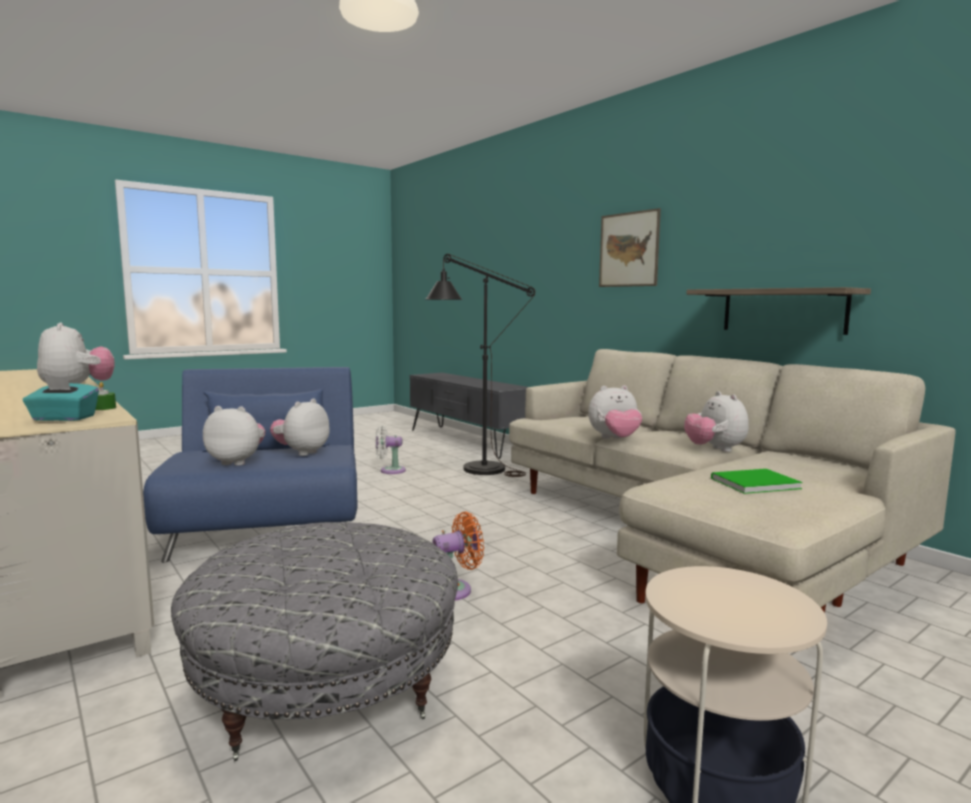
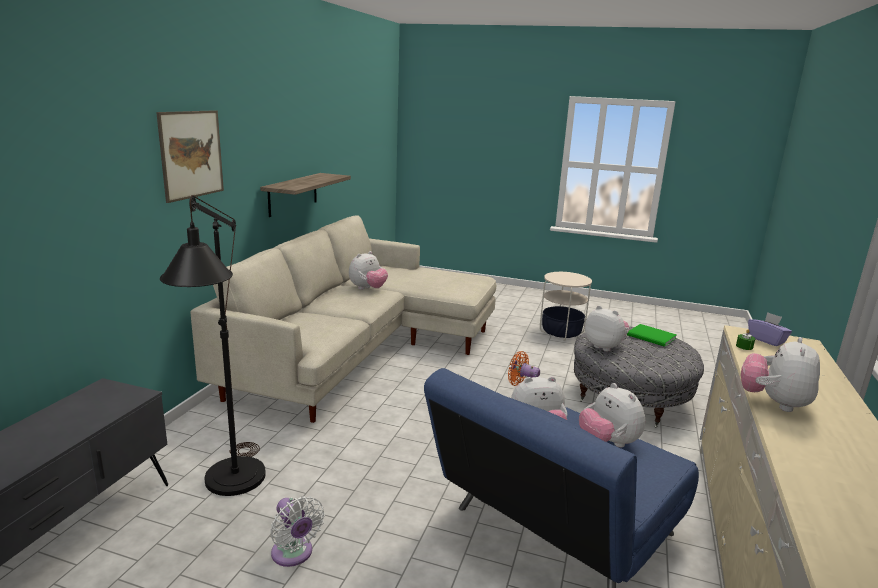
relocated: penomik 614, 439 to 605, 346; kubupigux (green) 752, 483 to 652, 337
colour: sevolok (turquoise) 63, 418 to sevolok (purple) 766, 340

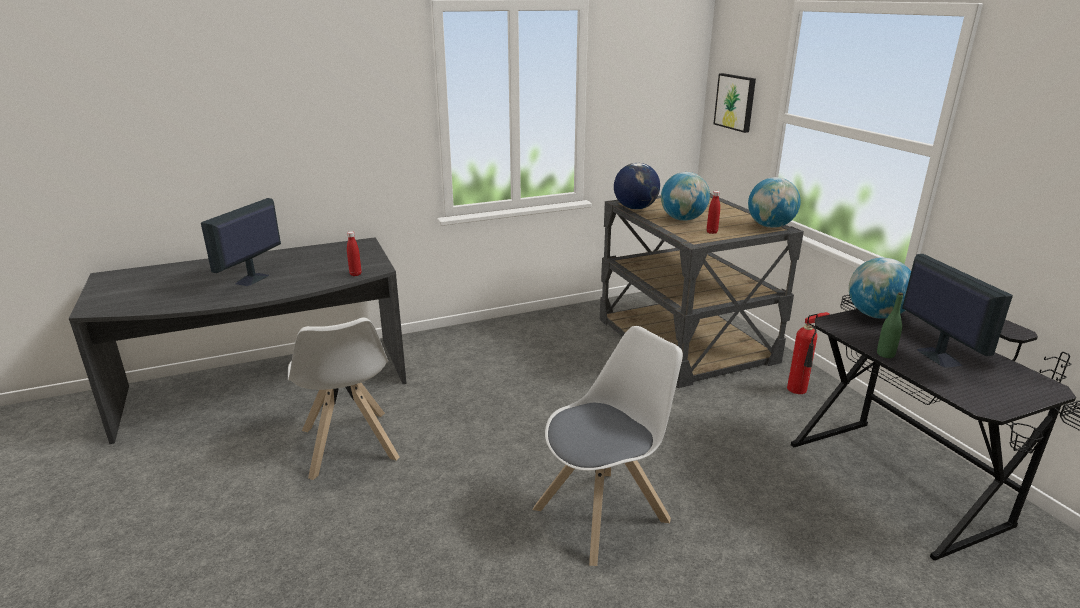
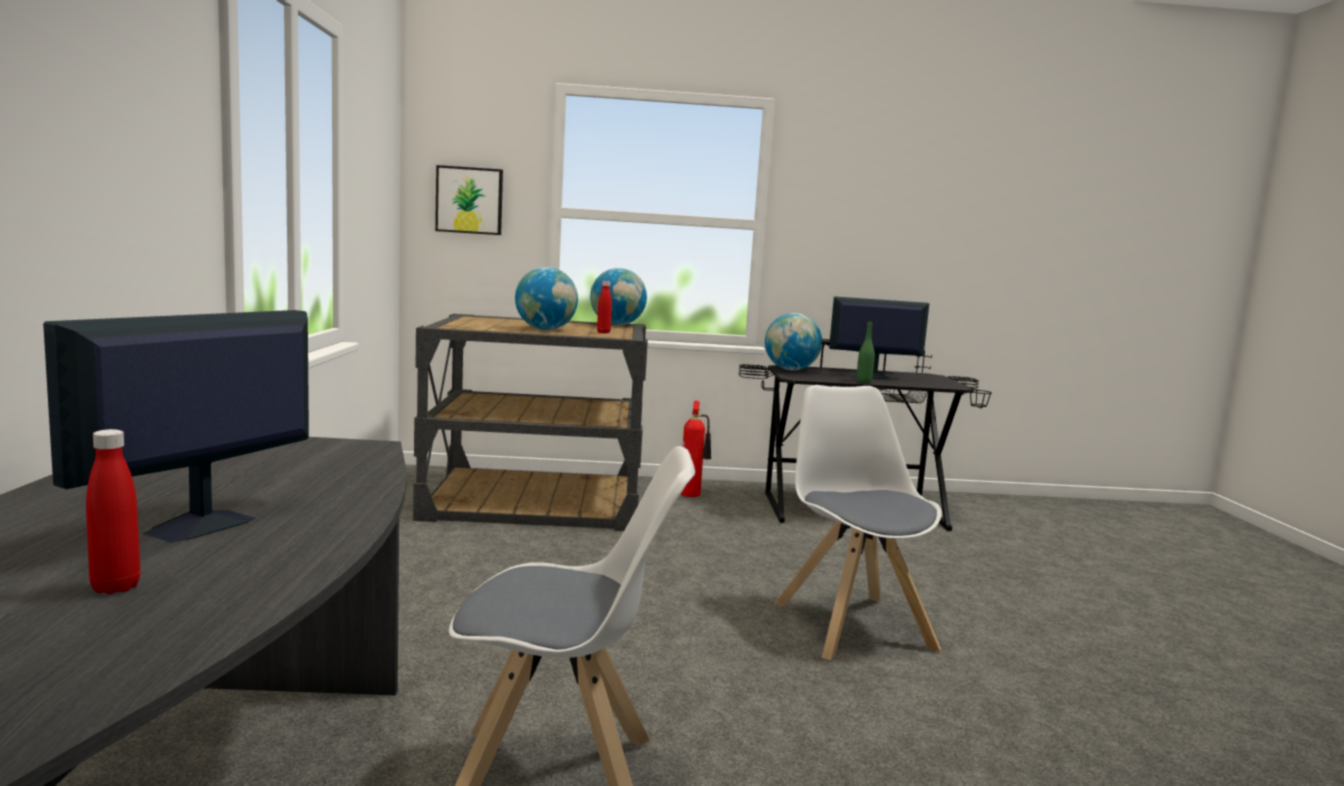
missing: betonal 635, 208
relocated: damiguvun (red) 355, 274 to 115, 587
spun: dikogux 252, 279 = 199, 526 75 degrees clockwise

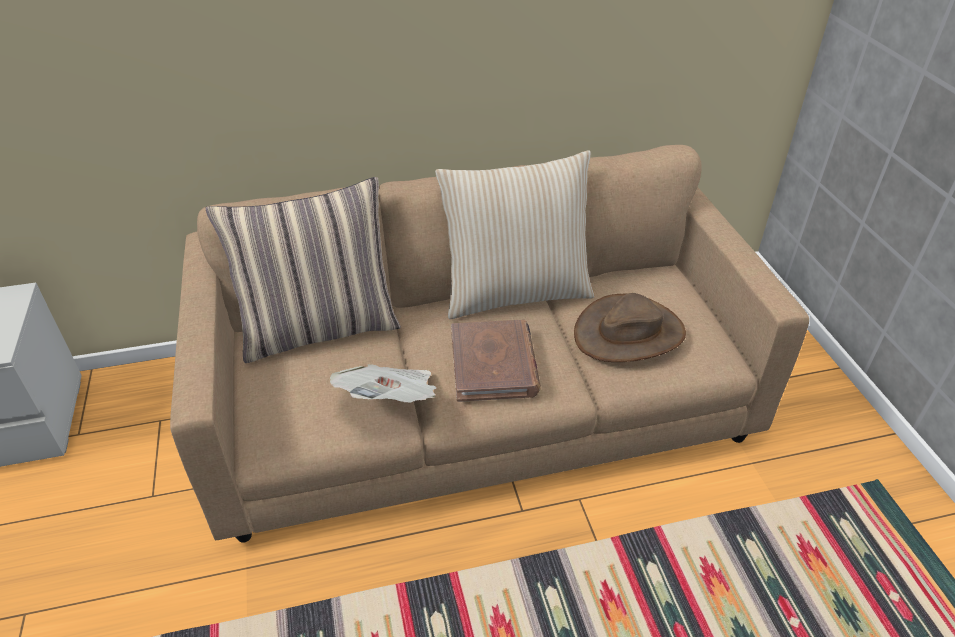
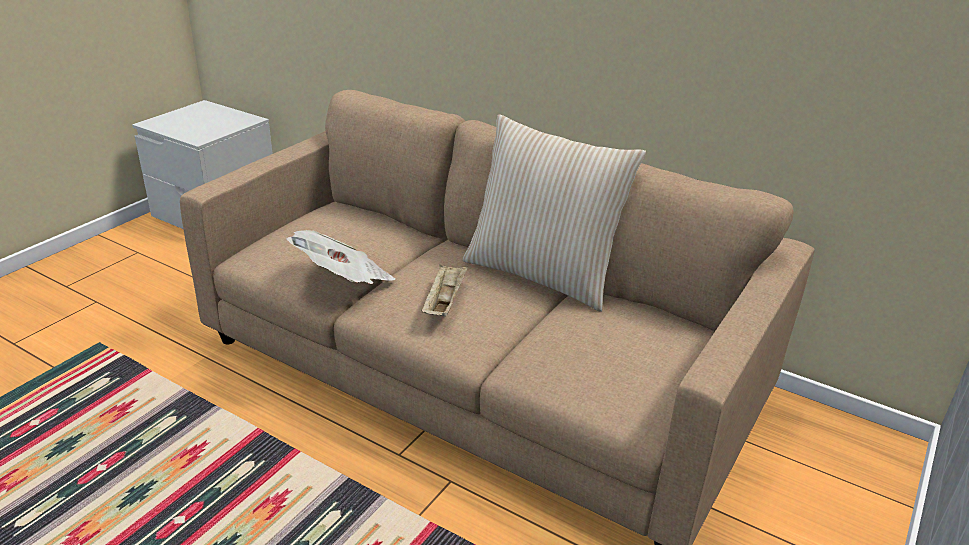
missing: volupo 320, 328; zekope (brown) 629, 333
exchanged: kubupigux (brown) 494, 364 to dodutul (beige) 444, 302

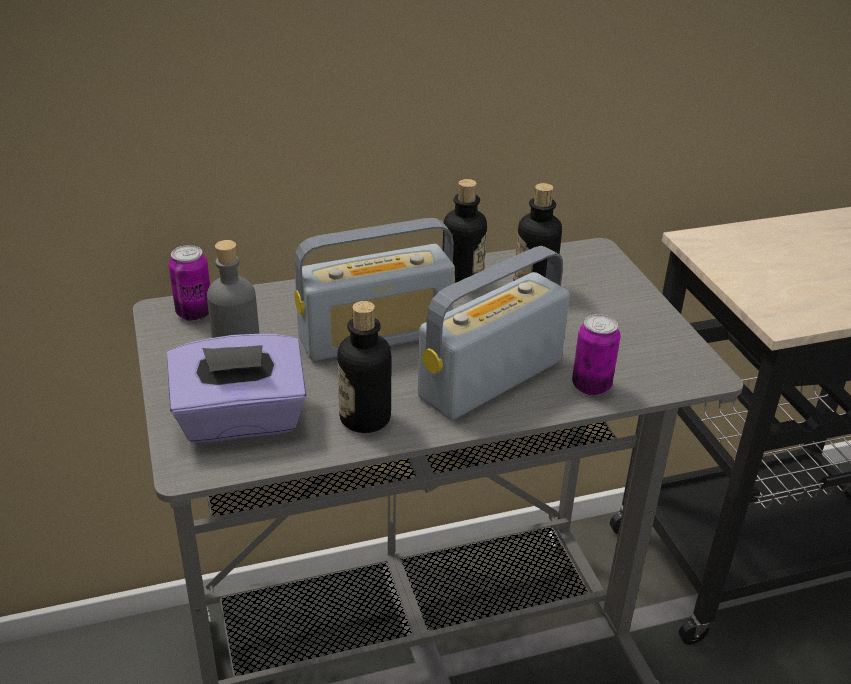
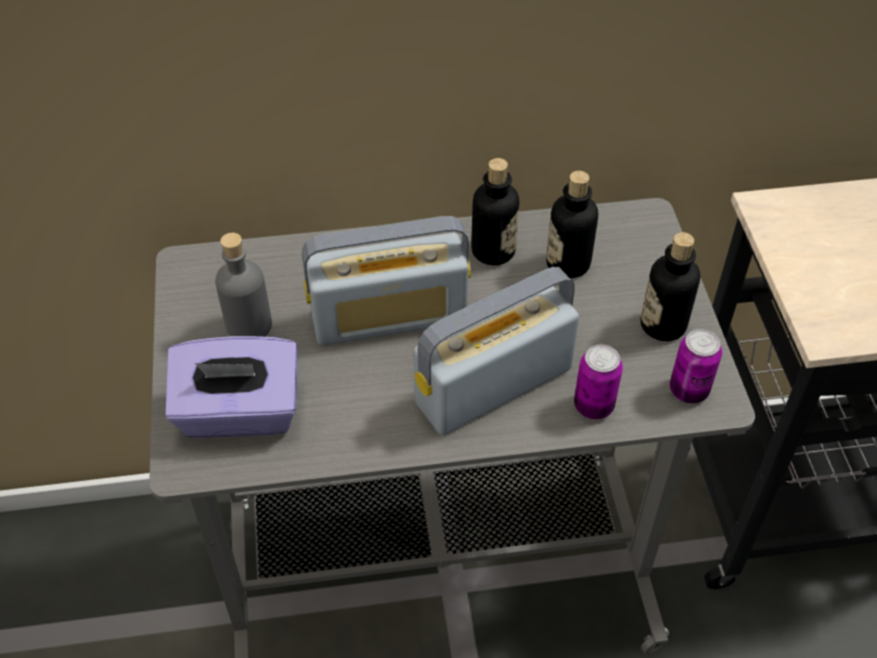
relocated: damiguvun 365, 418 to 663, 325; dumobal 194, 313 to 688, 390

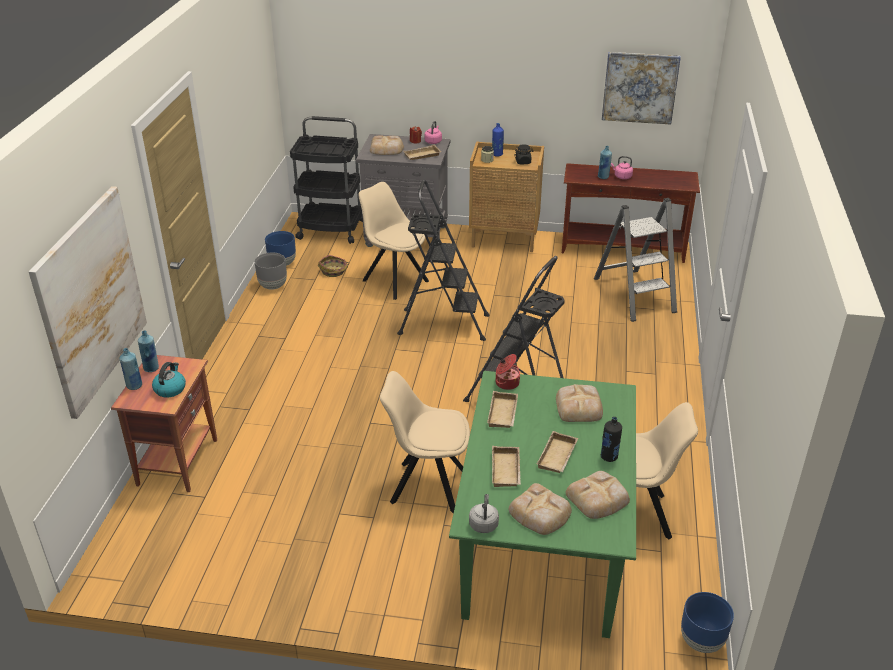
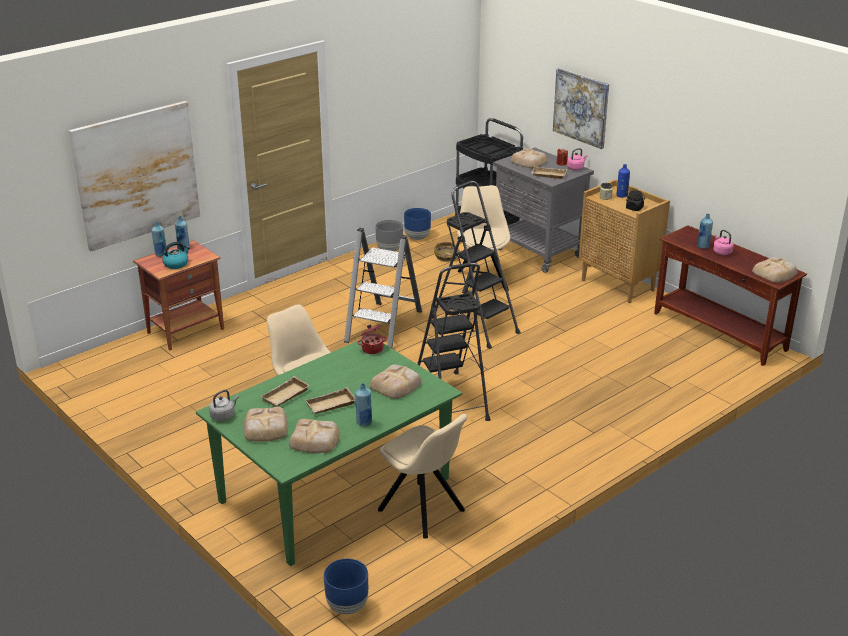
missing: dodutul (beige) 504, 414
appeared: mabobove 775, 273
relocated: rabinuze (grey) 633, 294 to 384, 325; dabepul 640, 87 to 581, 107
colour: damiguvun (black) 609, 457 to damiguvun (blue) 364, 422

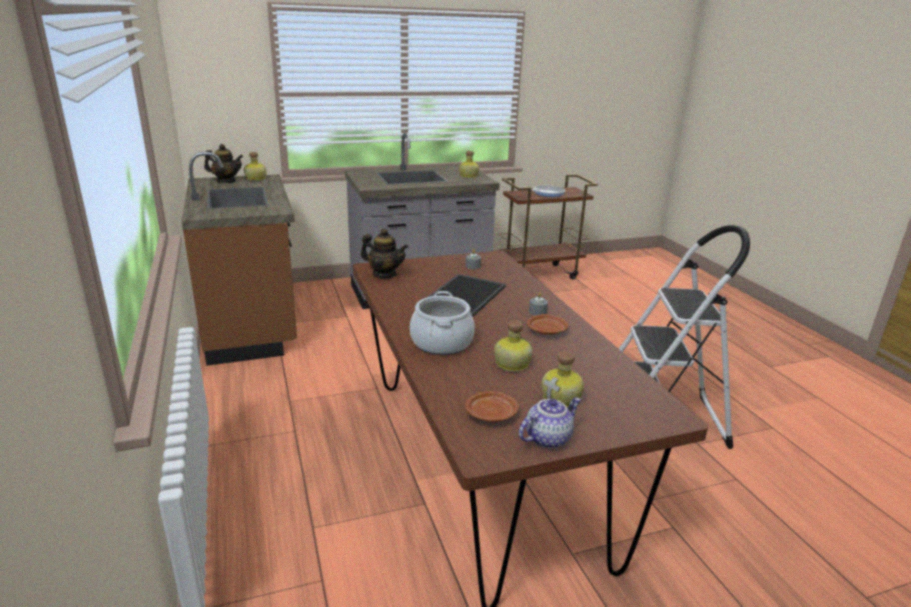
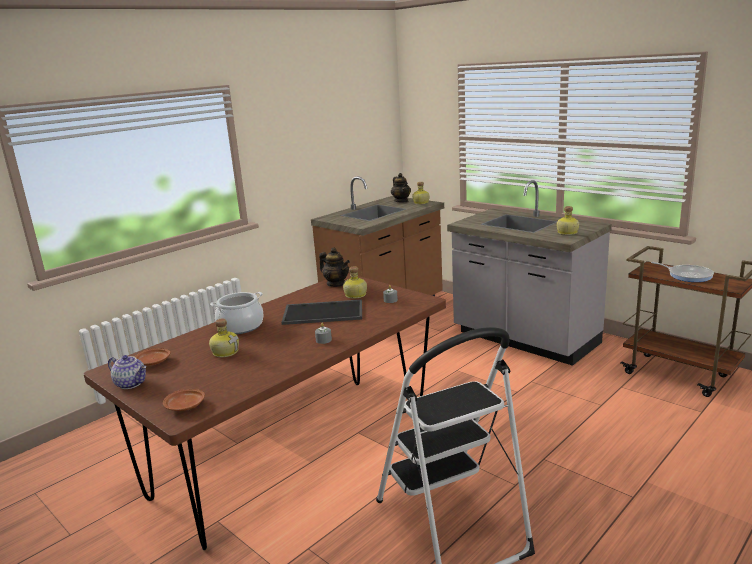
relocated: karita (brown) 547, 331 to 185, 406; damiguvun 562, 398 to 356, 295
spun: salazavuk 384, 274 = 336, 284 45 degrees counterclockwise

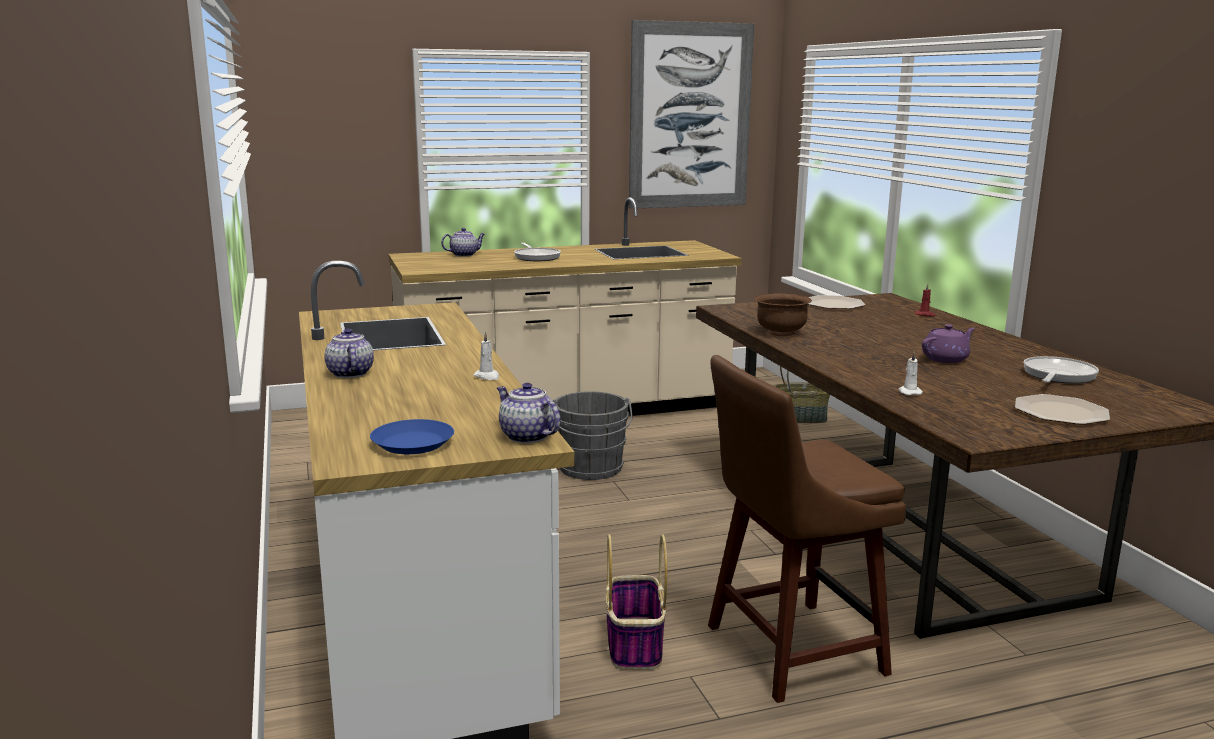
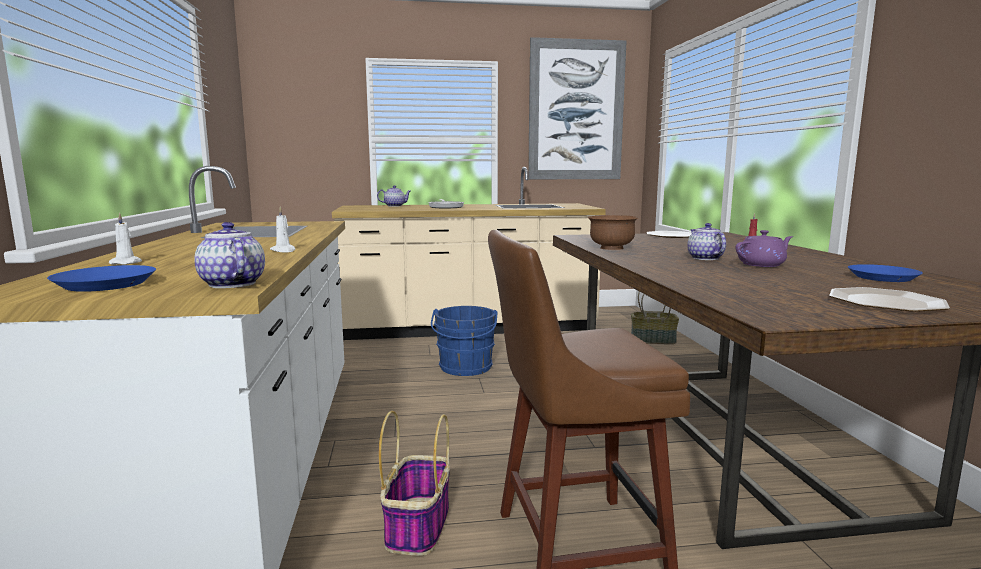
relocated: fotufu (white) 909, 392 to 127, 263; salazavuk 349, 373 to 704, 258
exchanged: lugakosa 1057, 376 to karita (blue) 882, 278
colour: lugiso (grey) 590, 469 to lugiso (blue) 465, 368

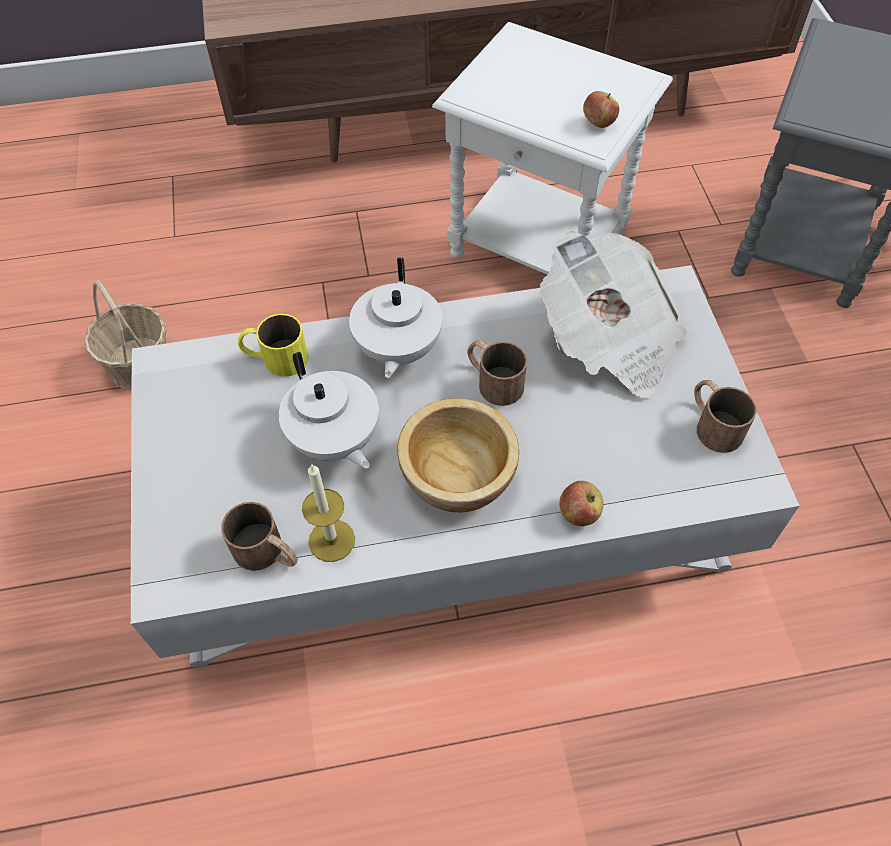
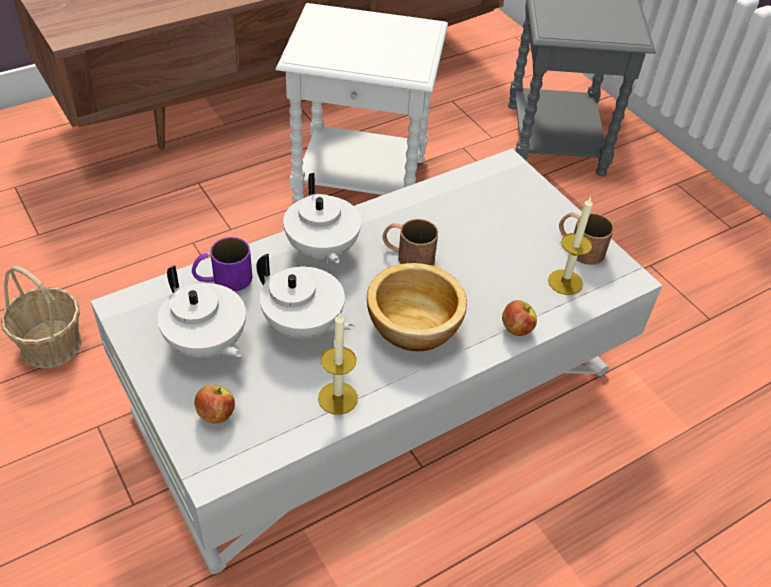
missing: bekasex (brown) 268, 553; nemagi 609, 340
appeared: salazavuk (white) 206, 345; fotufu 565, 282
relocated: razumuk 598, 123 to 216, 414
colour: bekasex (yellow) 275, 358 to bekasex (purple) 223, 279

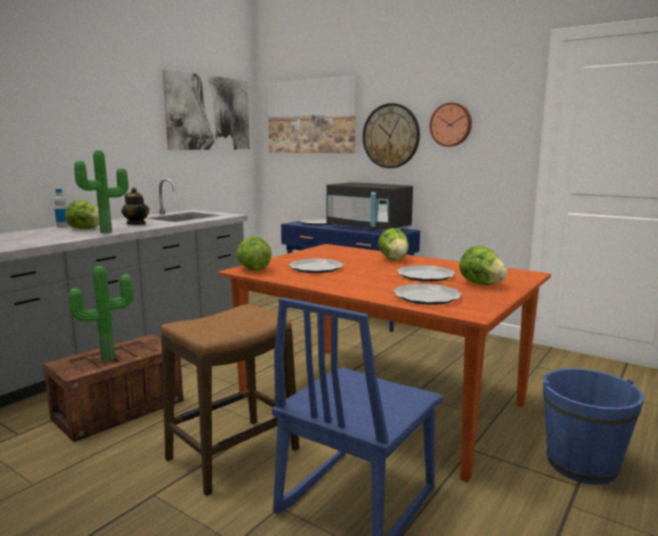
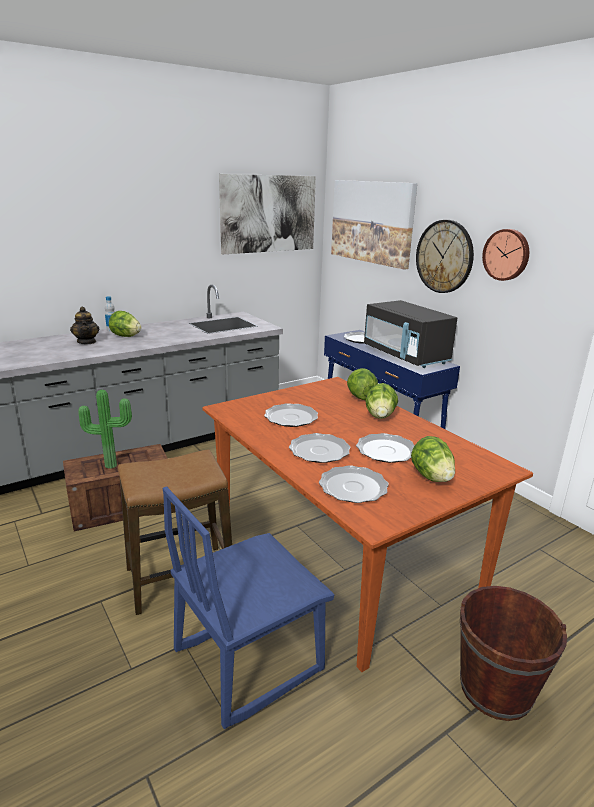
missing: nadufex 107, 232
appeared: karita 319, 450
relocated: salazavuk 136, 224 to 87, 342; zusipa 253, 269 to 360, 397
colour: lugiso (blue) 582, 464 to lugiso (brown) 495, 689

